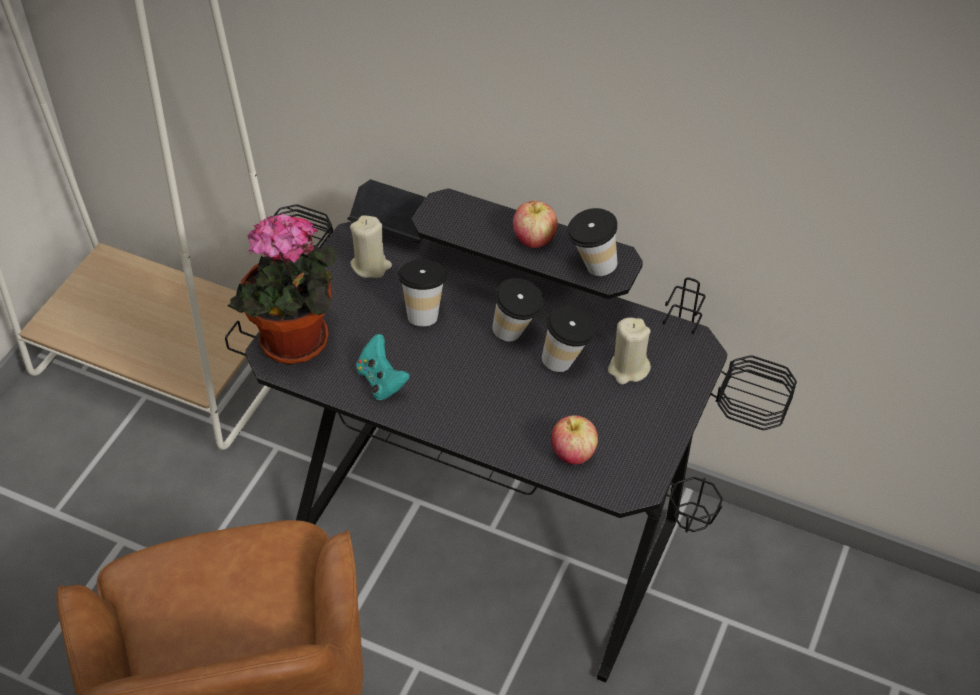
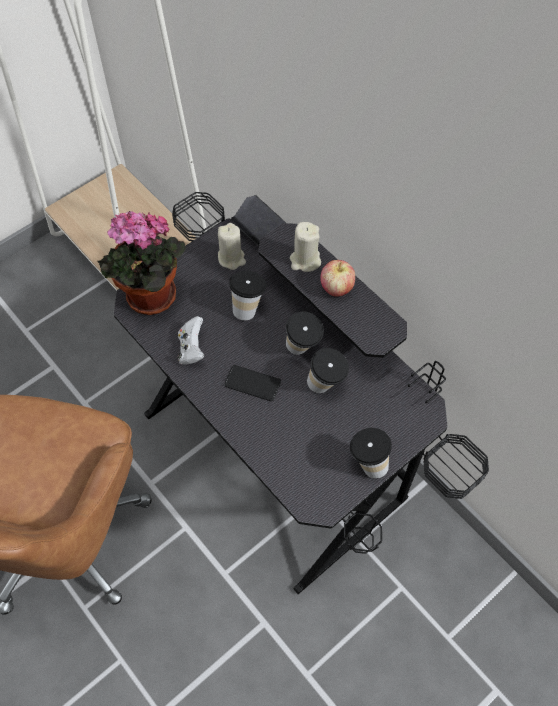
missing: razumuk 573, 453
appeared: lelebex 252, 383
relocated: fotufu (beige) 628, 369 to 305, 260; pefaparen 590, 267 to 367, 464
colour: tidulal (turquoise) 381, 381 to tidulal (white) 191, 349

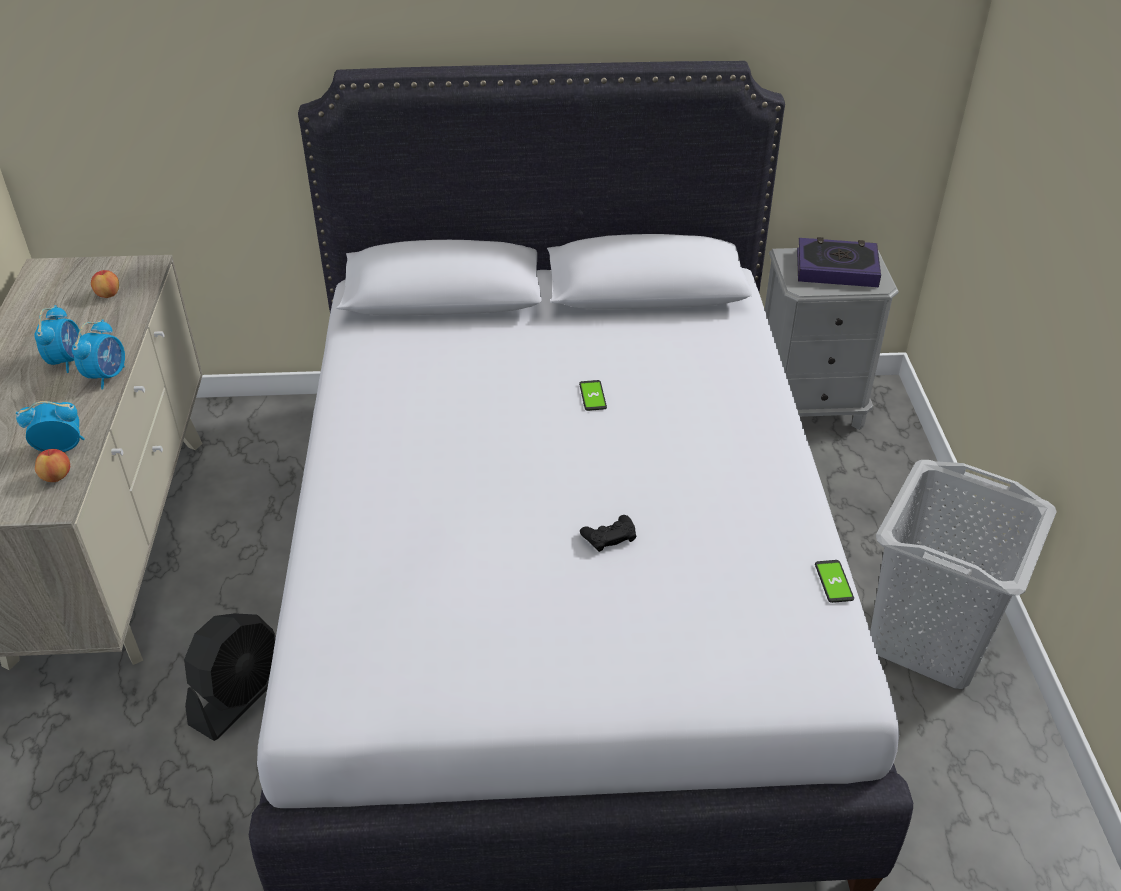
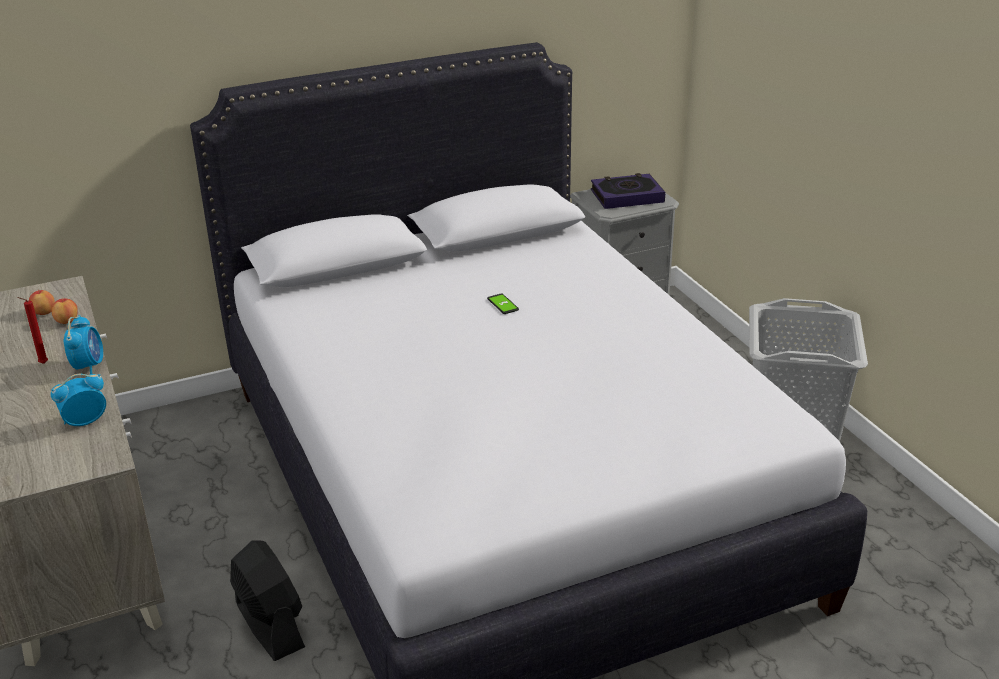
missing: tidulal (black) 609, 536; lelebex 833, 582
relocated: razumuk 56, 476 to 67, 321
exchanged: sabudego 67, 361 to fotufu (red) 42, 364
spun: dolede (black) 240, 696 = 270, 625 45 degrees counterclockwise

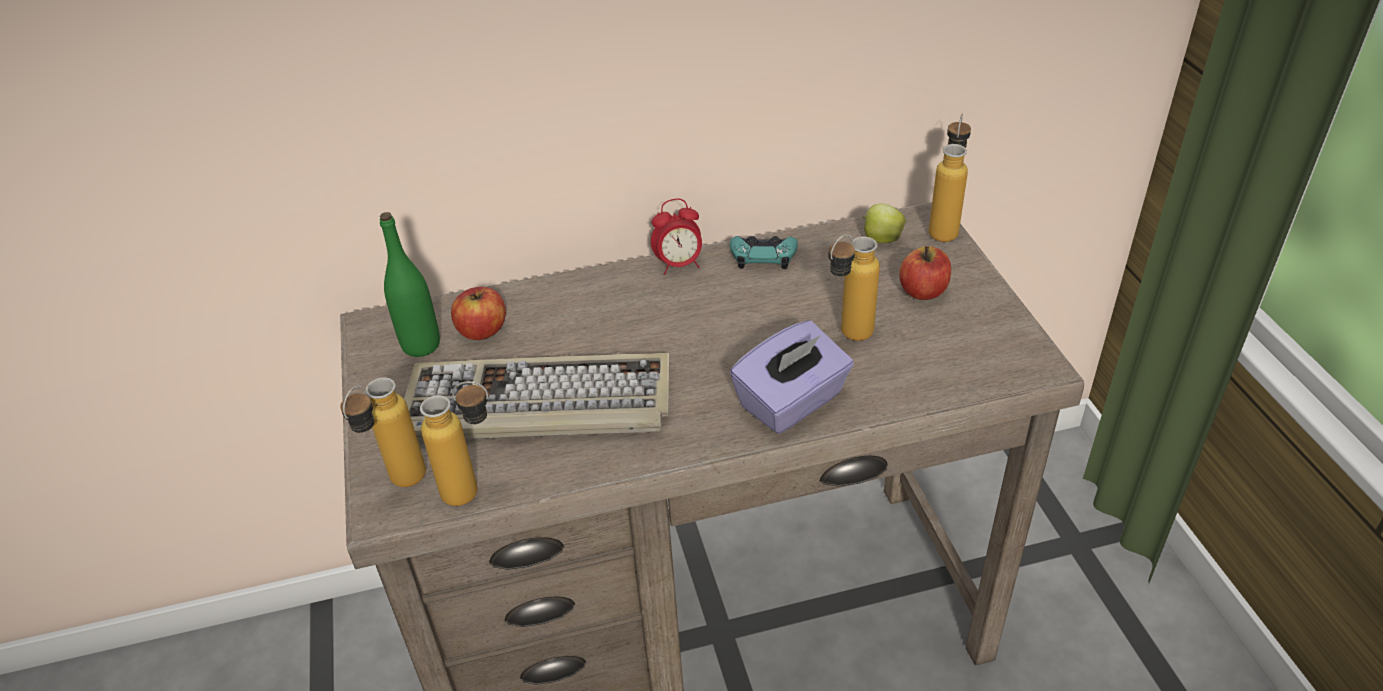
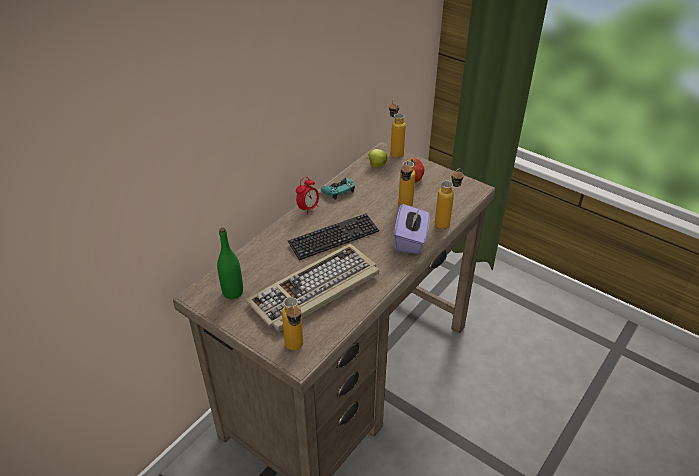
missing: razumuk 482, 330
appeared: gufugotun 334, 238
relocated: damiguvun 475, 492 to 446, 222

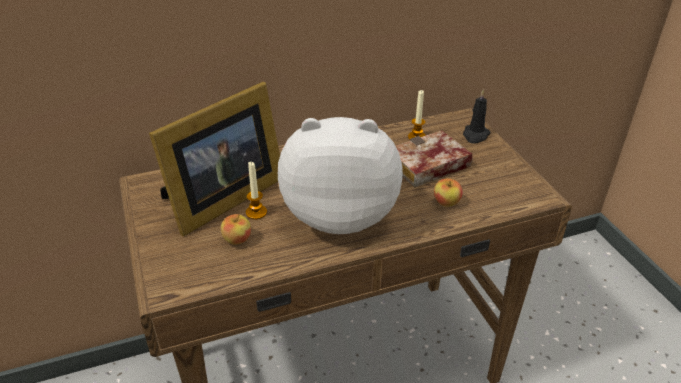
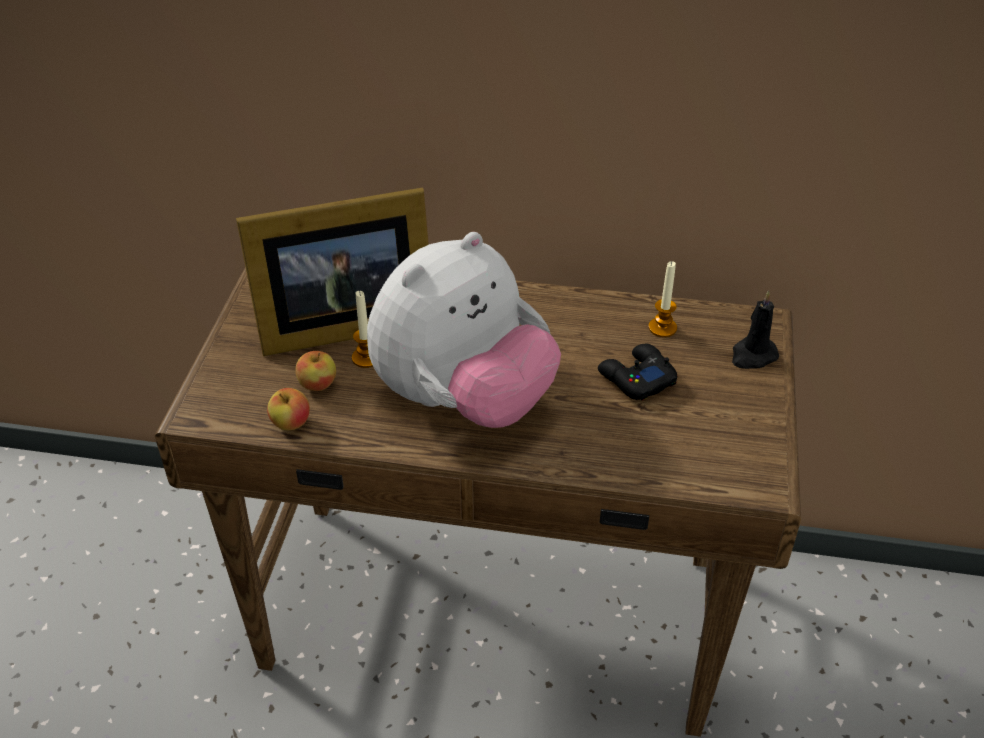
relocated: razumuk 446, 203 to 291, 423
exchanged: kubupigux 427, 167 to tidulal (black) 636, 378
spun: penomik 340, 214 = 463, 400 105 degrees clockwise

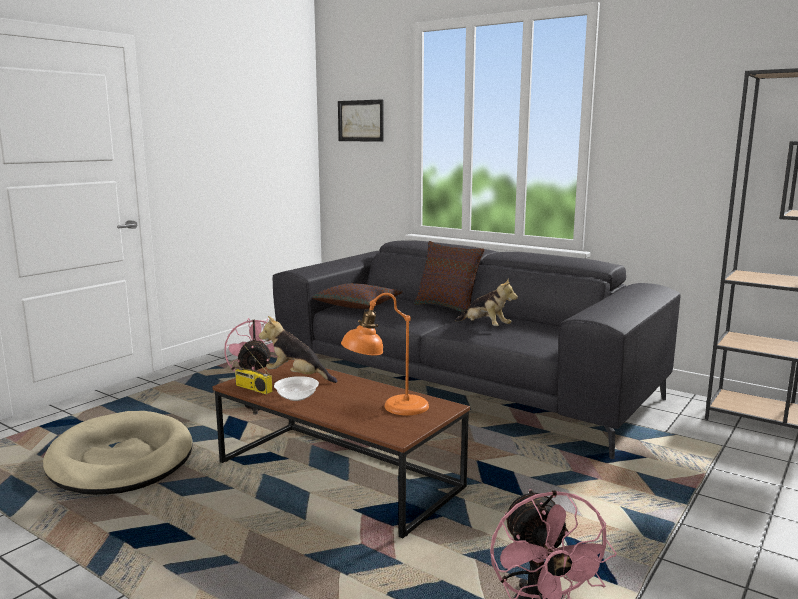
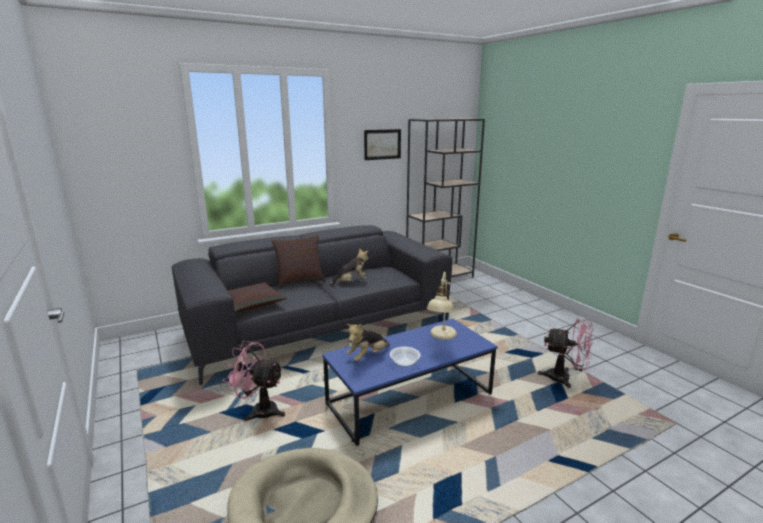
missing: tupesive 252, 388
relocated: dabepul 360, 120 to 382, 144
colour: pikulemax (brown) 338, 476 to pikulemax (blue) 410, 399; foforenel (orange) 386, 407 to foforenel (beige) 441, 339

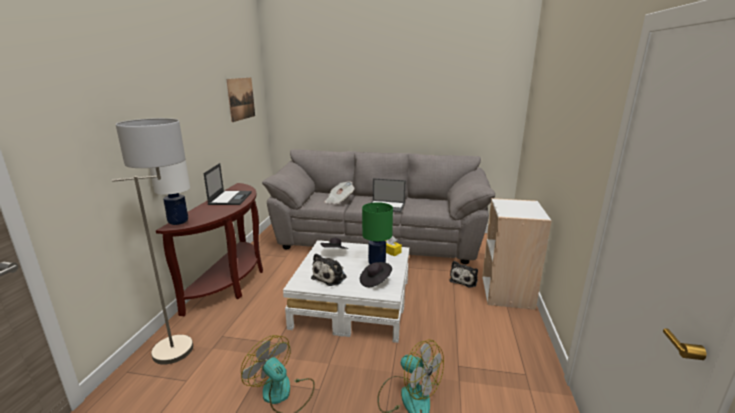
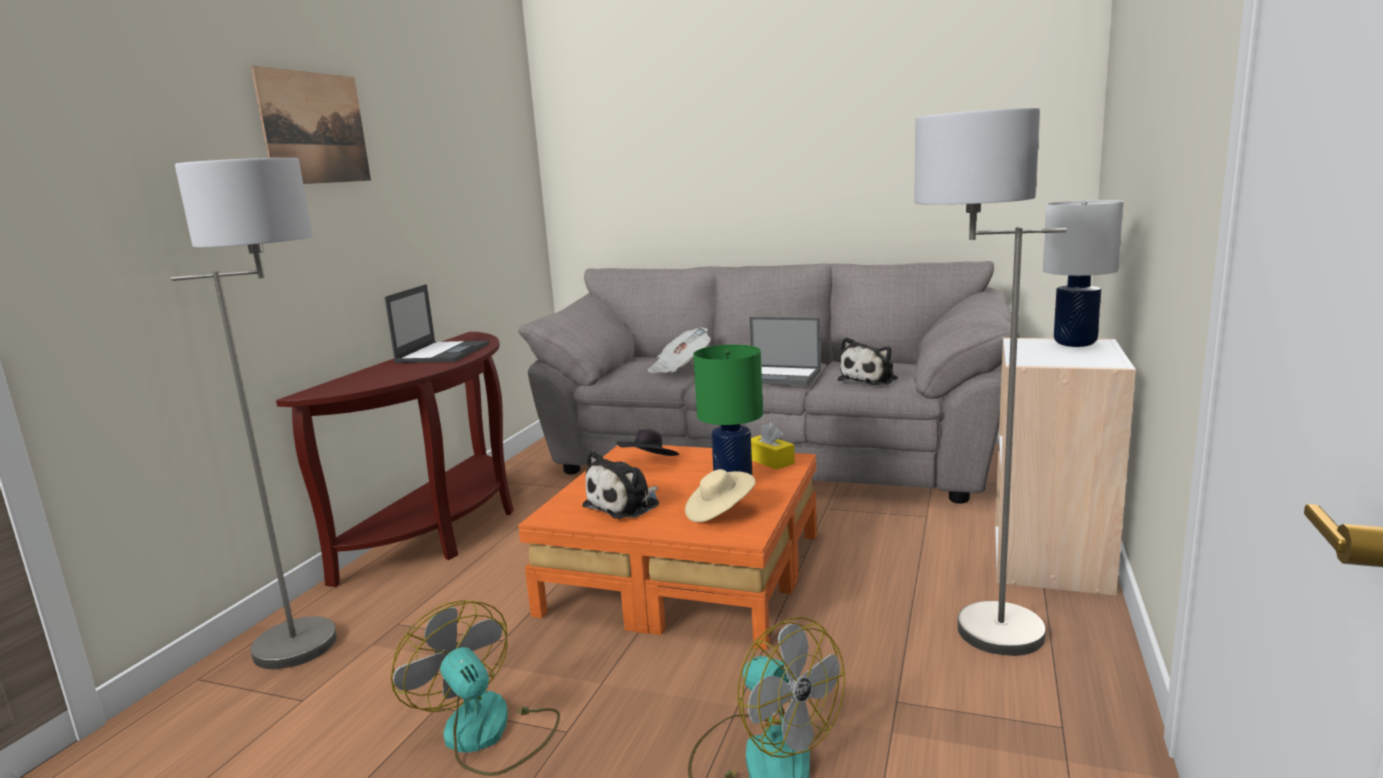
appeared: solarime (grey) 973, 629
relocated: dabepul 241, 98 to 315, 128; penomik 464, 280 to 870, 379; foforenel (white) 178, 223 to 1075, 345
colour: pikulemax (white) 354, 302 to pikulemax (orange) 687, 571; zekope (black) 375, 281 to zekope (beige) 719, 512

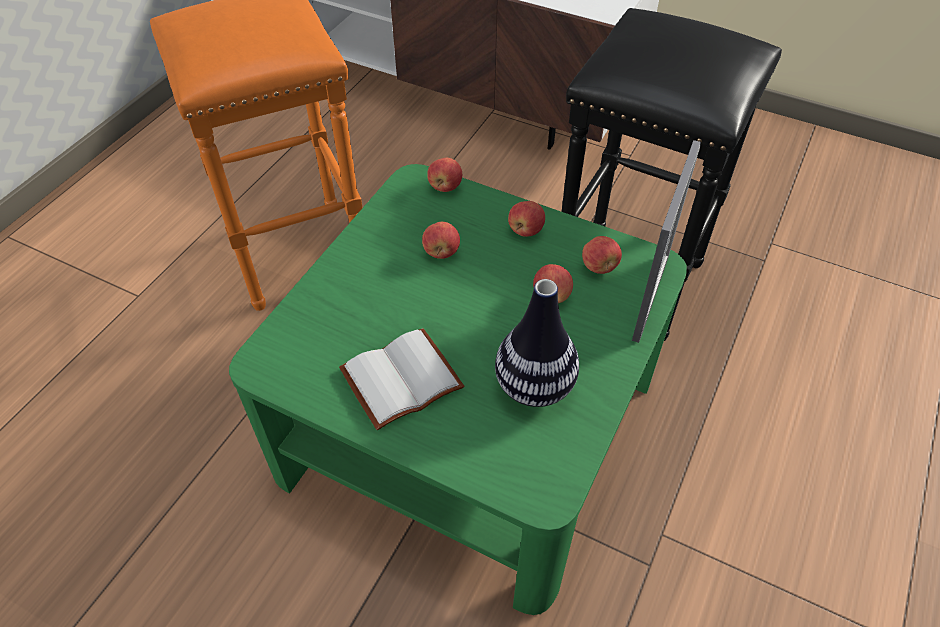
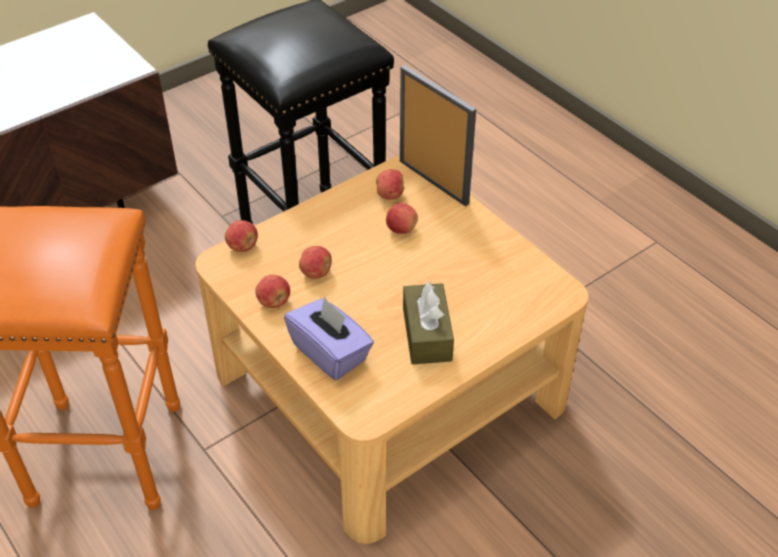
missing: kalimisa 535, 385
appeared: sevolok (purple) 330, 353
relocated: razumuk 525, 230 to 274, 302
exchanged: kubupigux (white) 401, 376 to sevolok (brown) 427, 334
colour: pikulemax (green) 469, 421 to pikulemax (beige) 386, 387

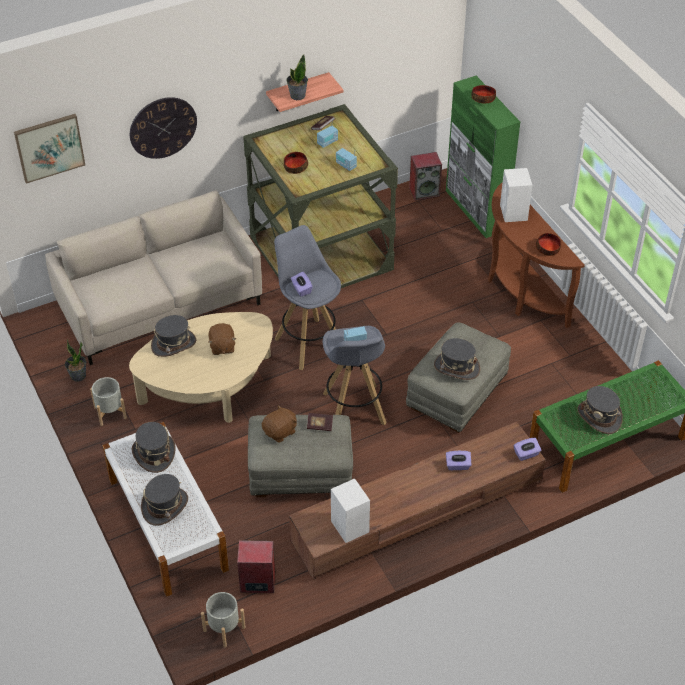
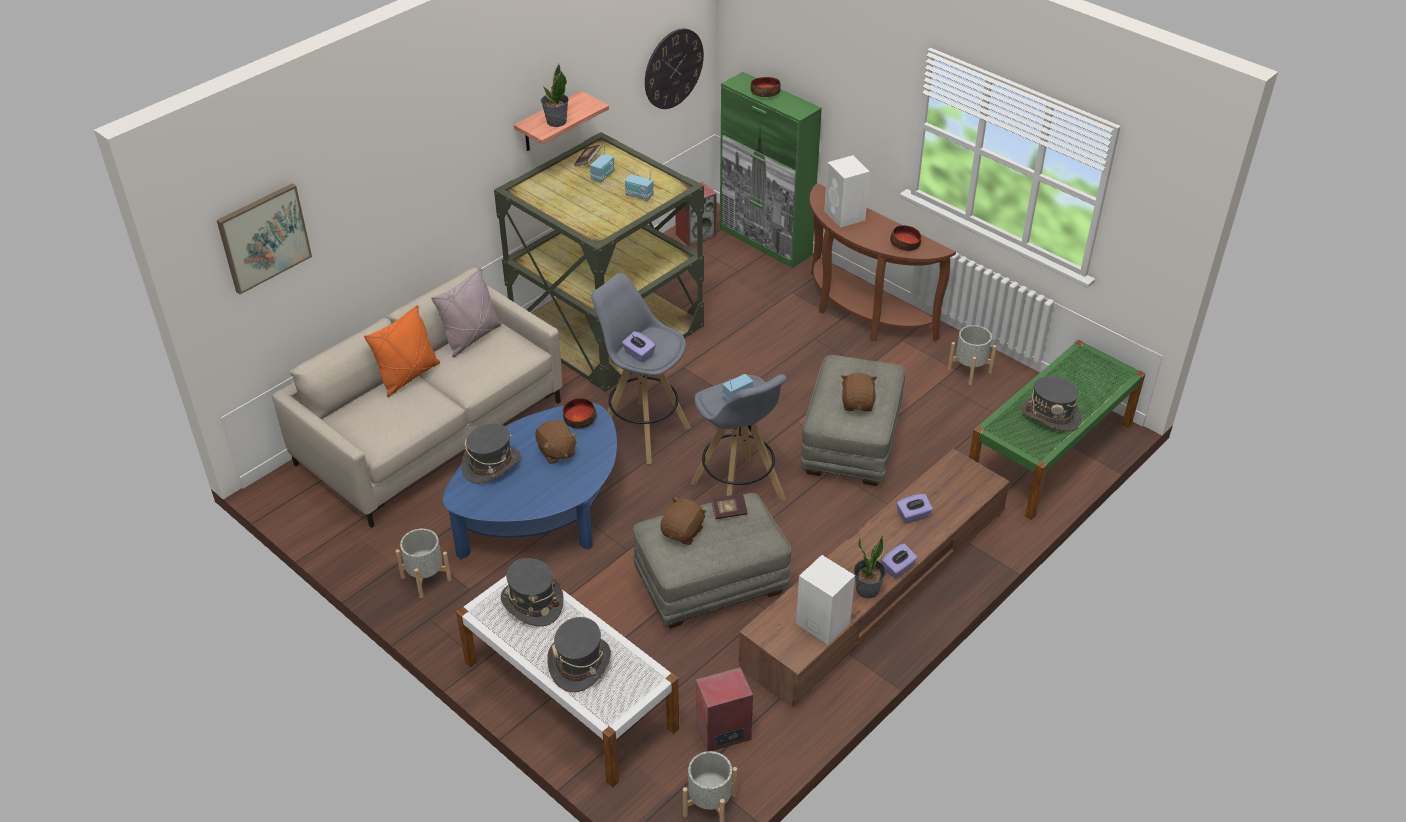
appeared: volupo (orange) 408, 376; volupo (purple) 472, 338; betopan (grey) 969, 370
relocated: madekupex 295, 167 to 579, 419; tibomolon 163, 127 to 673, 68; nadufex 78, 376 to 867, 590; sevolok (purple) 526, 454 to 898, 568
exchanged: zekope (grey) 456, 367 to penomik (brown) 858, 403
colour: pikulemax (beige) 209, 386 to pikulemax (blue) 543, 513

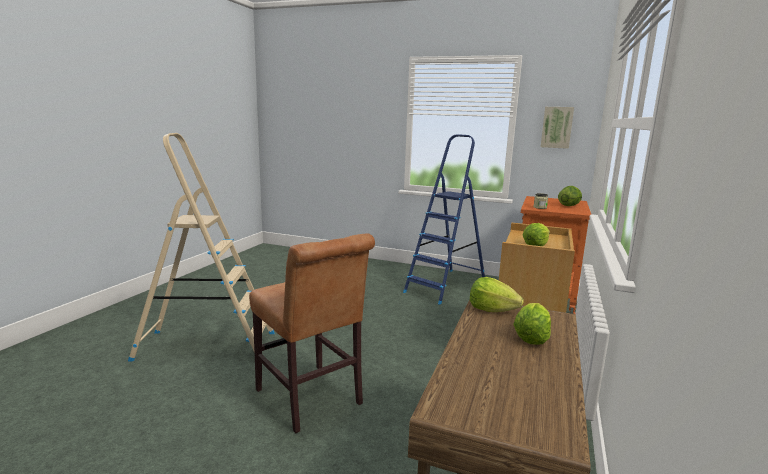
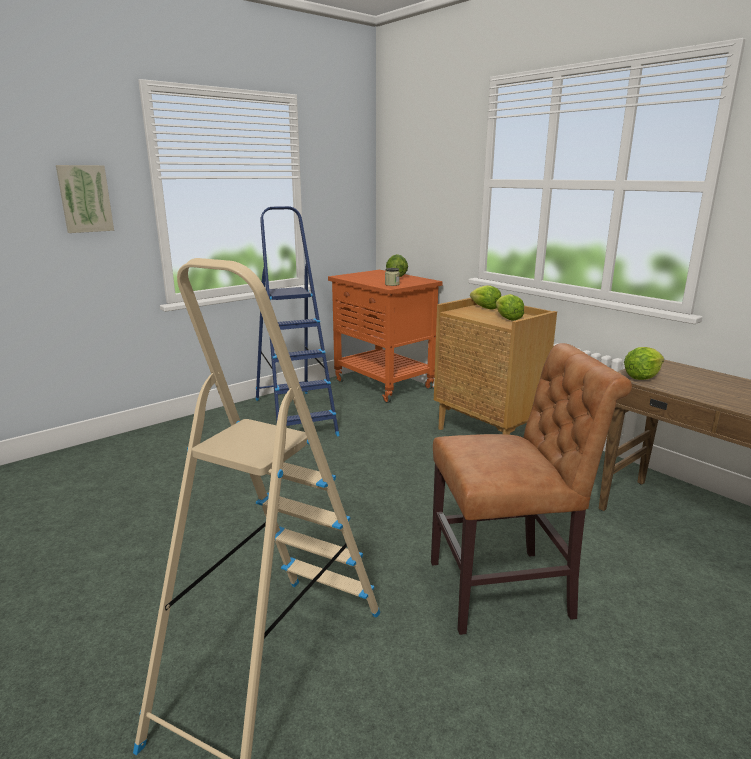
relocated: dabepul 557, 127 to 85, 199; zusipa 531, 337 to 485, 308

